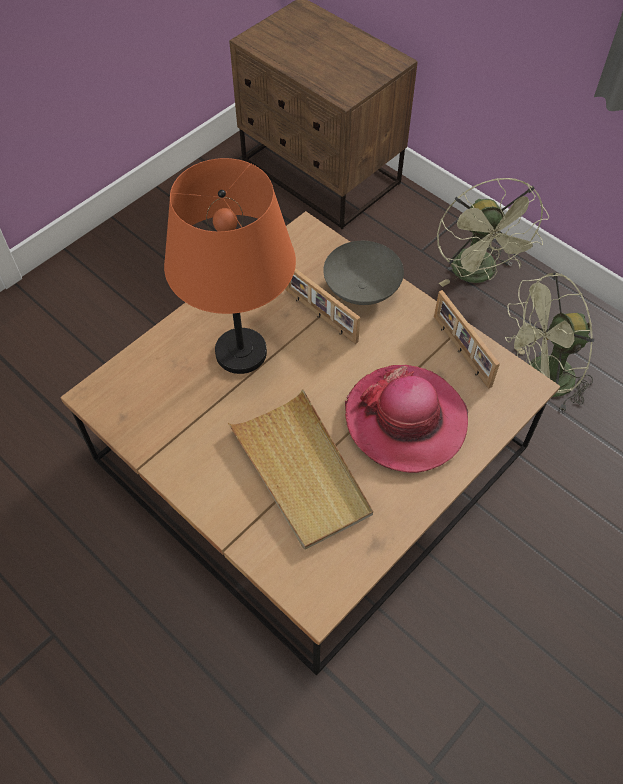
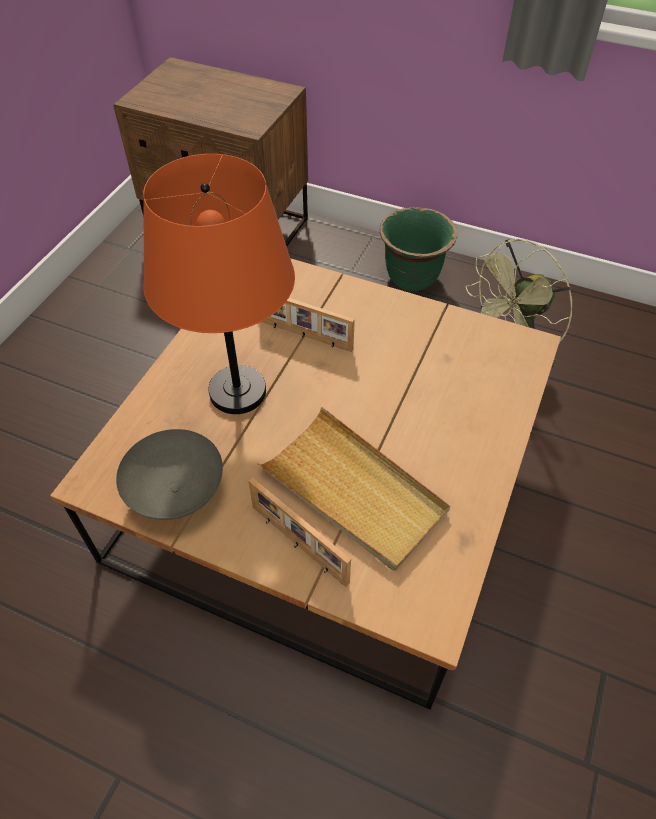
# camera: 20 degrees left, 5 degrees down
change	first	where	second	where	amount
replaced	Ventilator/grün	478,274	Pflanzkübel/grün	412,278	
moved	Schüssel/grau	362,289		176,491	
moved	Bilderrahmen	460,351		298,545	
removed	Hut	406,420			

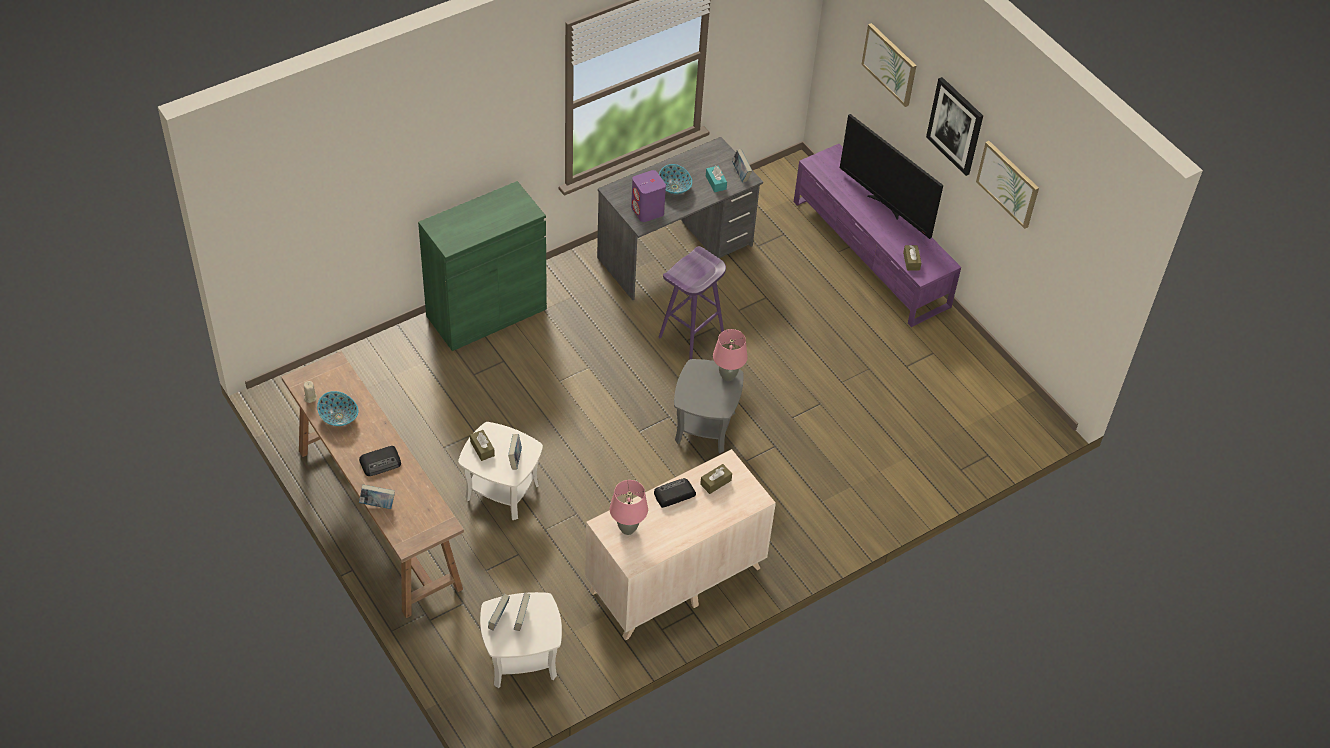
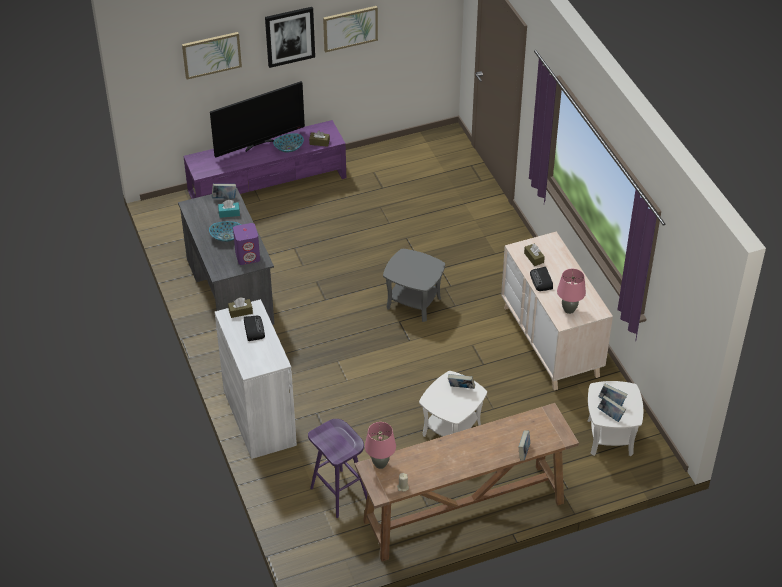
# camera: 75 degrees left, 5 degrees down
change	first	where	second	where	amount
recoloured	Schrank/grün	486,312	Schrank/weiß	259,418	
moved	Hocker/lila	691,335		340,493	
moved	Tischlampe/rosa	728,376		380,464	
moved	Schüssel	338,417		289,148	
moved	Taschentuchbox/braun	482,448		240,311	
moved	Radio	381,463		253,329	

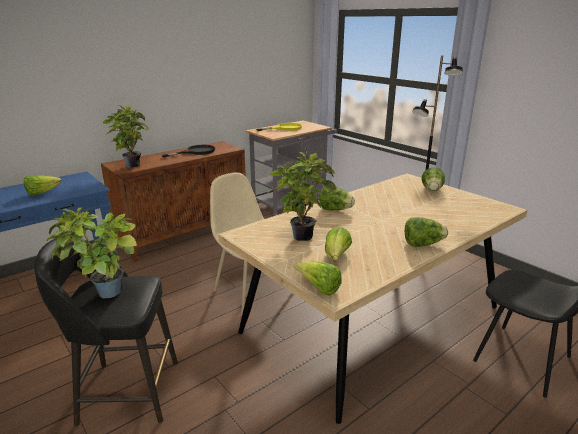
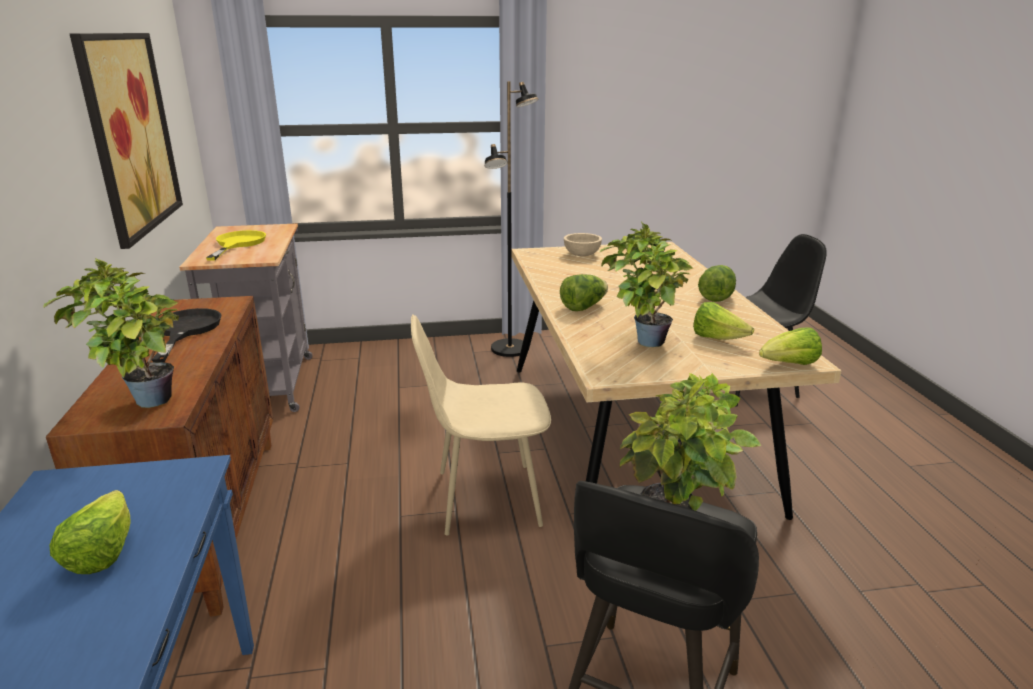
# camera: 60 degrees left, 0 degrees up
change	first	where	second	where	amount
replaced	Salatkopf	432,190	Schüssel/beige	581,254	
added			Bild	129,134	

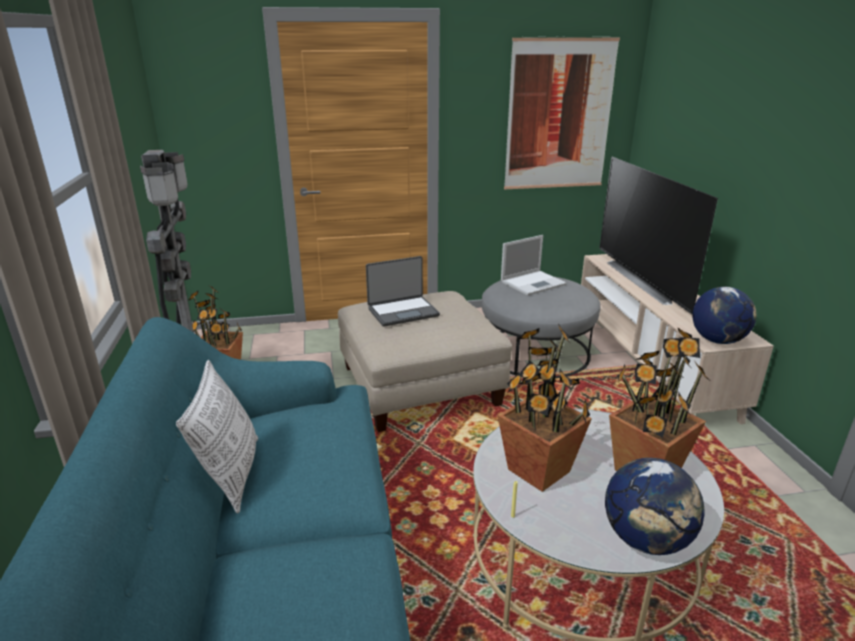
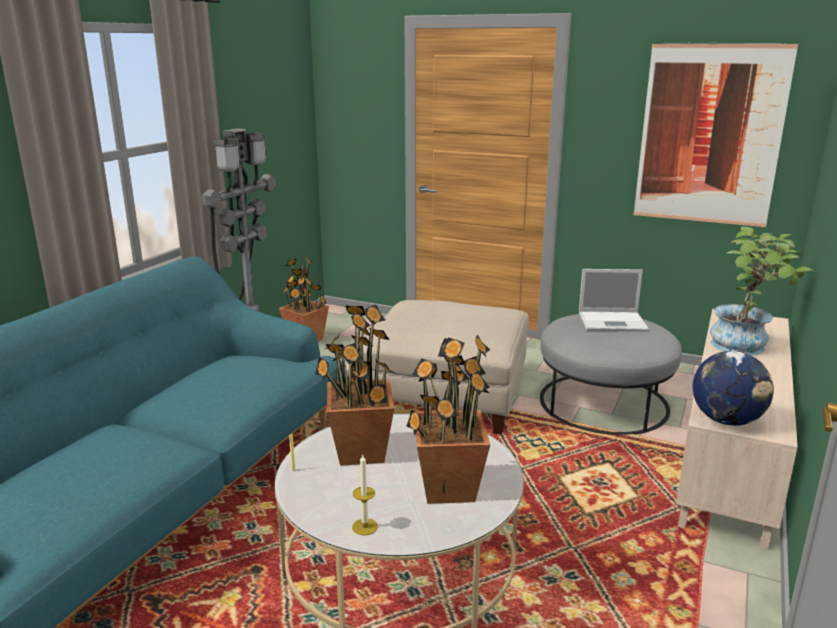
# camera: 35 degrees right, 5 degrees down
change	first	where	second	where	amount
replaced	Fernseher	646,280	Topfpflanze	746,347	
removed	Laptop	402,312			
removed	Kissen	231,474			
replaced	Globus	646,540	Kerze	365,527	

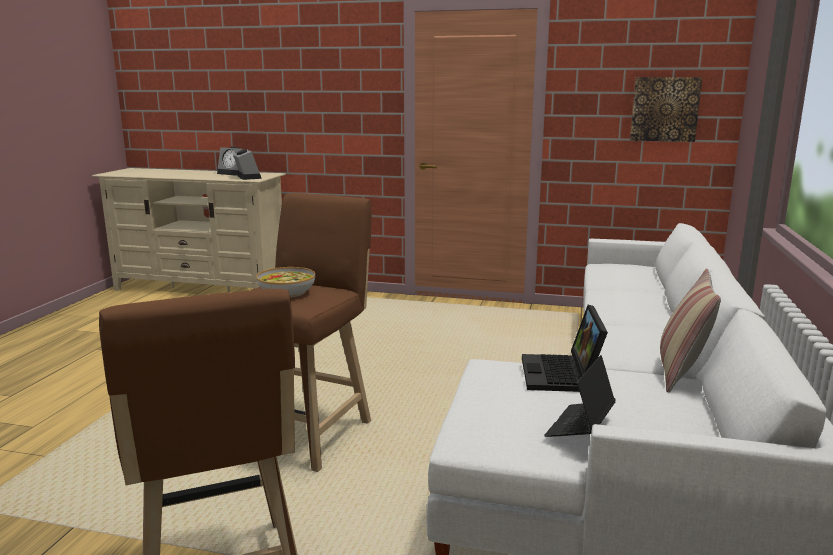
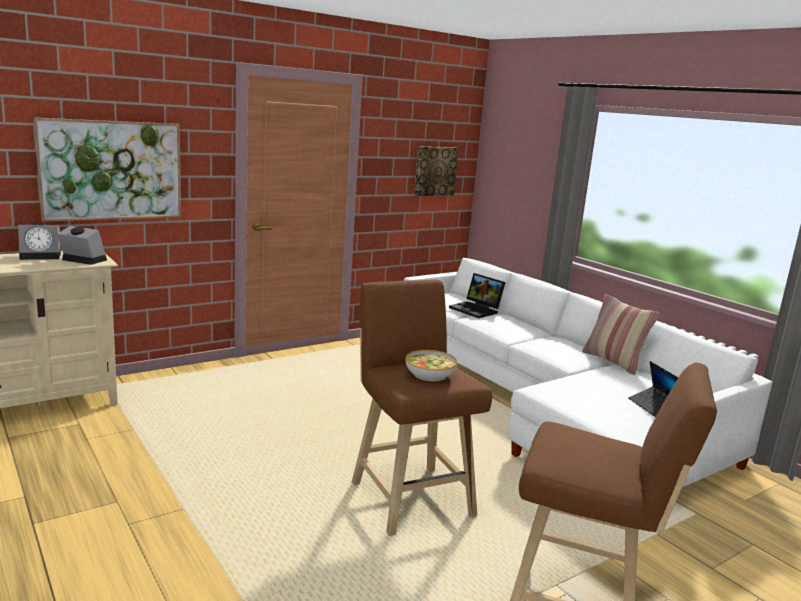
# camera: 50 degrees left, 0 degrees up
change	first	where	second	where	amount
moved	Laptop	562,375		477,310	
added			Bild	112,170	

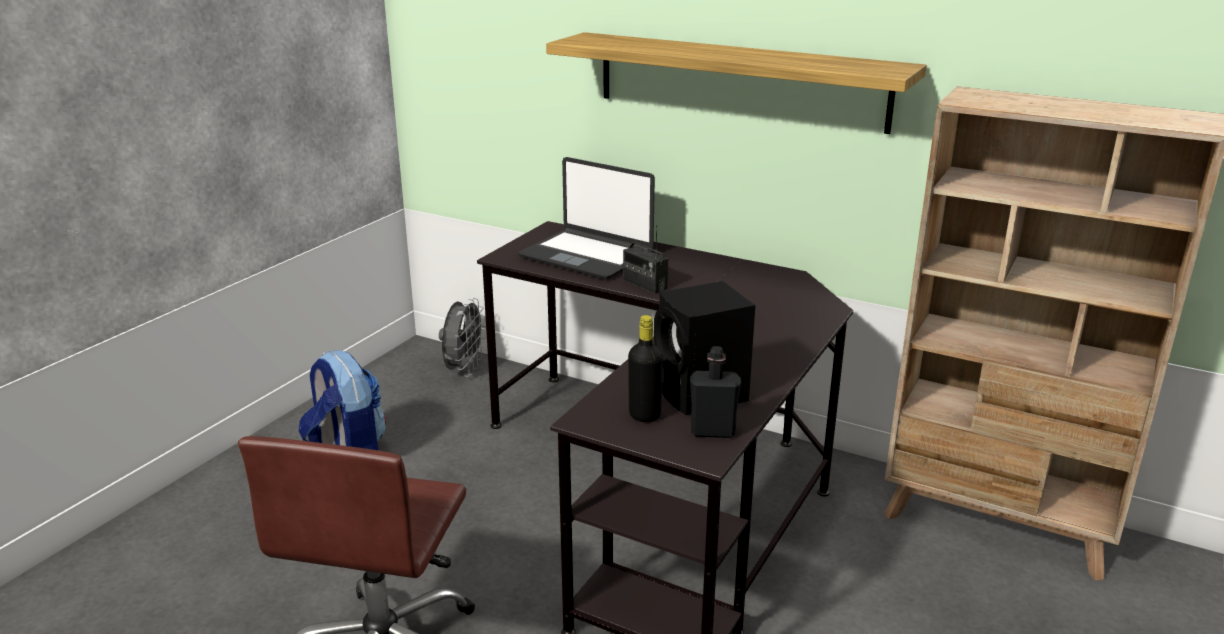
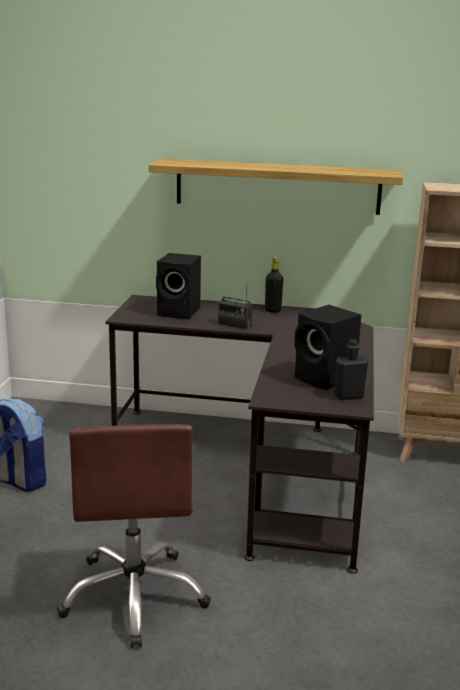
# camera: 20 degrees left, 5 degrees down
change	first	where	second	where	amount
replaced	Laptop	587,255	Lautsprecher/schwarz	180,312	
removed	Ventilator/grau	464,370			
moved	Flasche/schwarz	644,415		273,310	

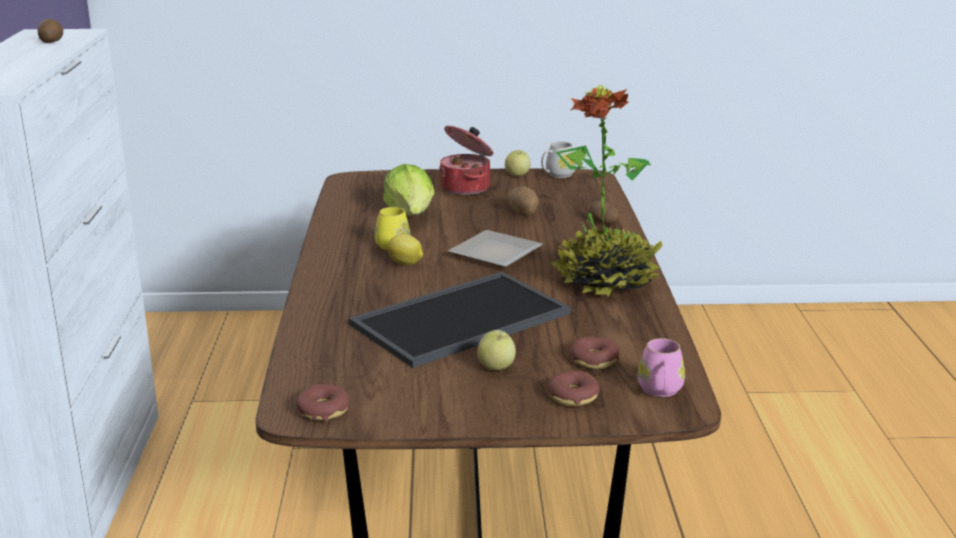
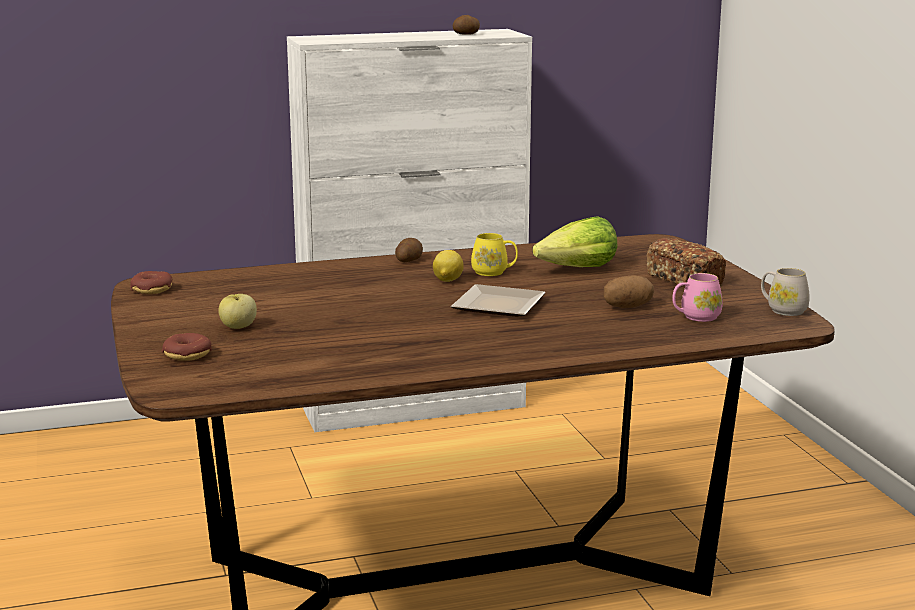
# camera: 75 degrees right, 5 degrees down
change	first	where	second	where	amount
removed	Topfpflanze	606,281			
replaced	Kochtopf	466,188	Brot	685,279	
removed	Apfel	518,175			
moved	Kartoffel	602,221		408,260	
removed	Tablett	461,320			
removed	Donut	594,360			
moved	Henkelbecher/rosa	661,391		695,317	

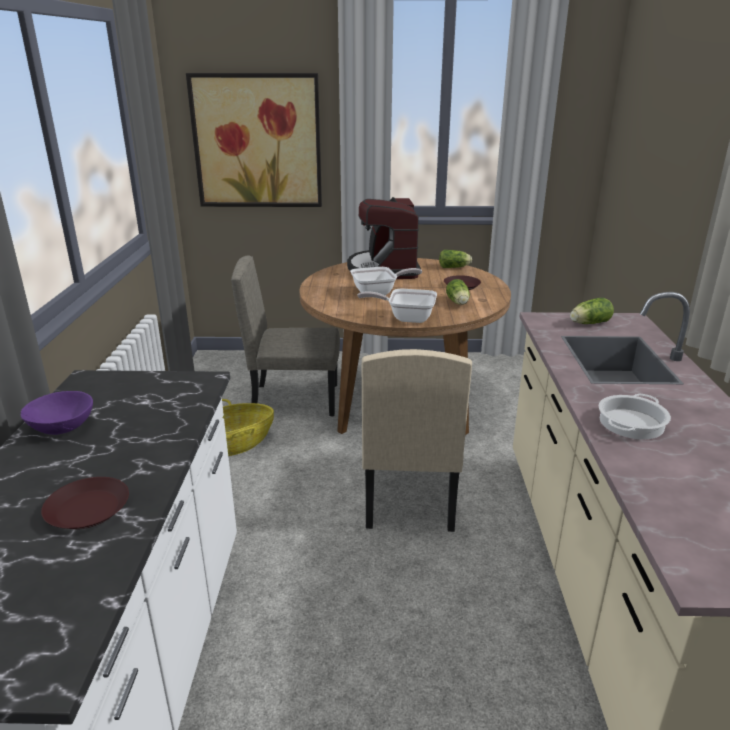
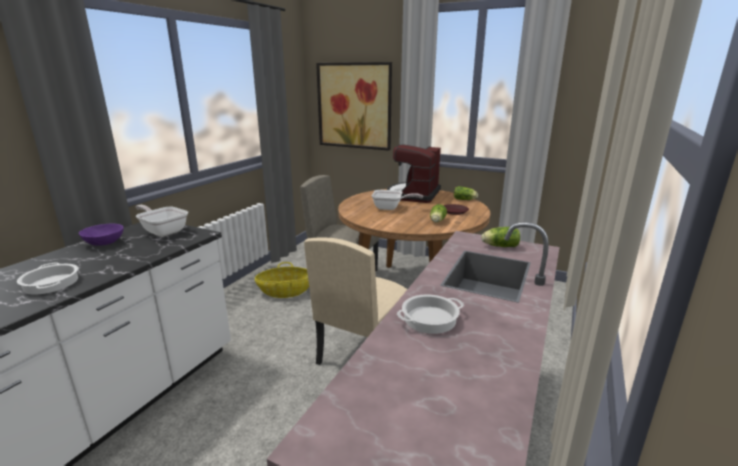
# camera: 25 degrees right, 5 degrees down
change	first	where	second	where	amount
moved	Pfanne	406,318		163,231	
replaced	Teller/braun	87,510	Kochtopf	50,283	

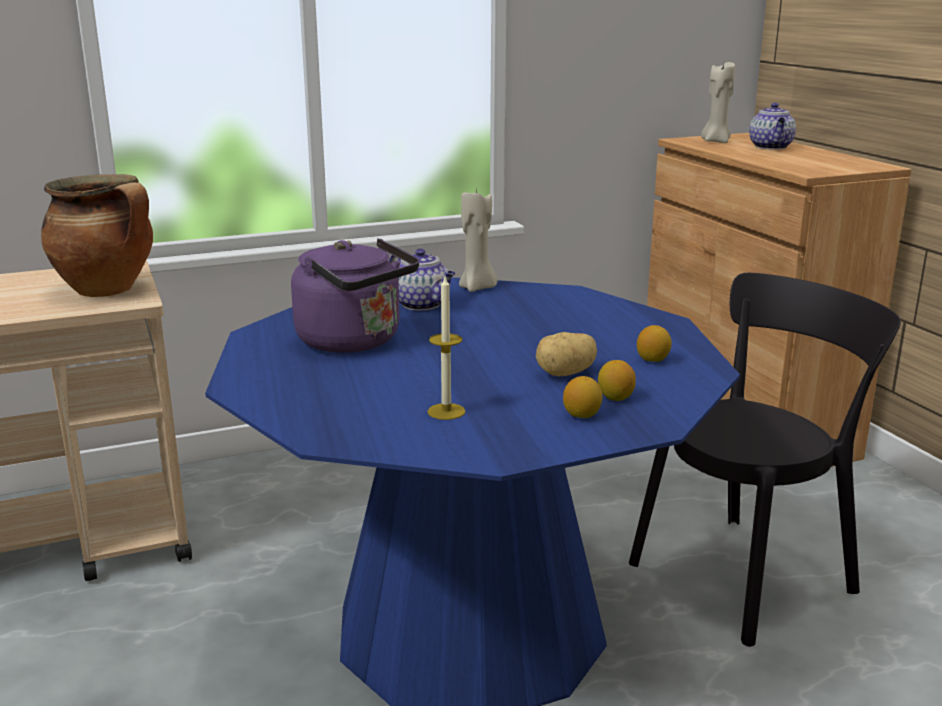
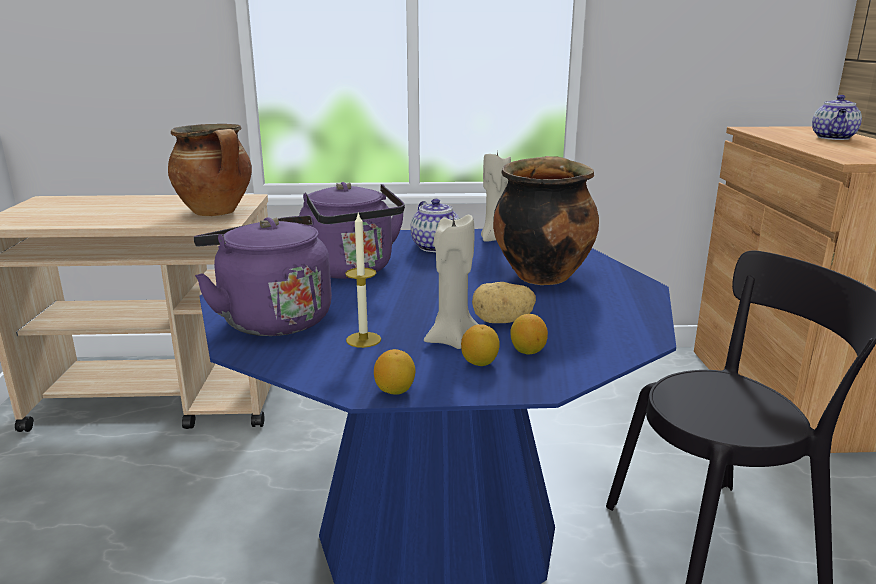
# camera: 20 degrees right, 0 degrees up
change	first	where	second	where	amount
moved	Kerze/beige	715,141		452,340	
moved	Zitrone	652,360		395,391	
added			Kochtopf	541,275	
added			Wasserkessel/lila	271,319	

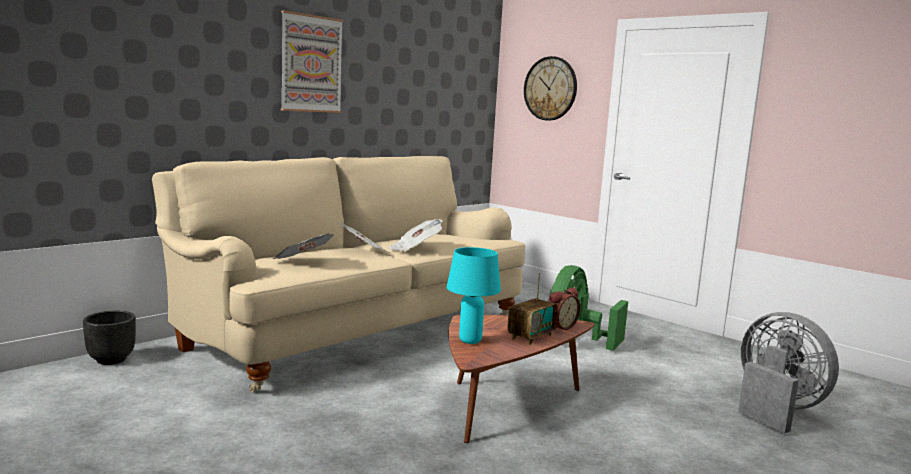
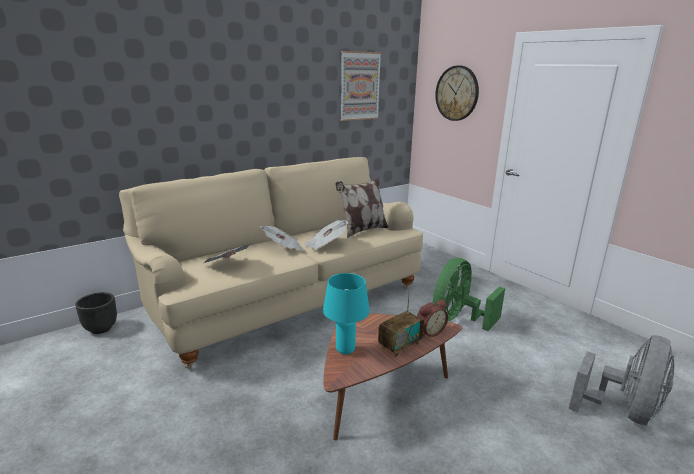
# camera: 10 degrees right, 10 degrees up
change	first	where	second	where	amount
moved	Bild	311,64		359,86	
turned	Ventilator/grau	775,409		623,411	60 degrees clockwise
added			Kissen	362,230	

